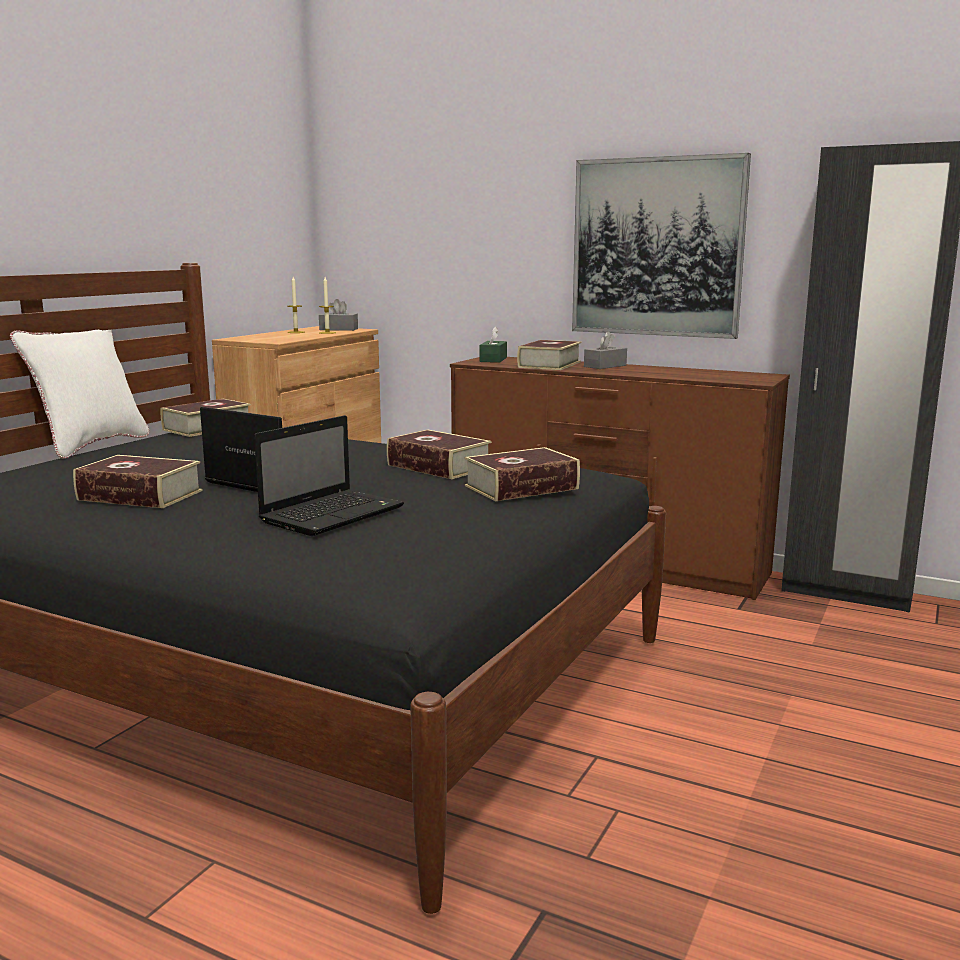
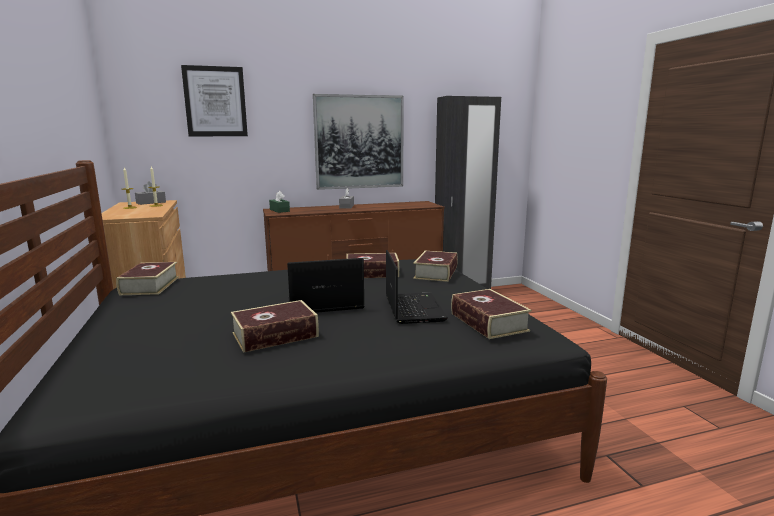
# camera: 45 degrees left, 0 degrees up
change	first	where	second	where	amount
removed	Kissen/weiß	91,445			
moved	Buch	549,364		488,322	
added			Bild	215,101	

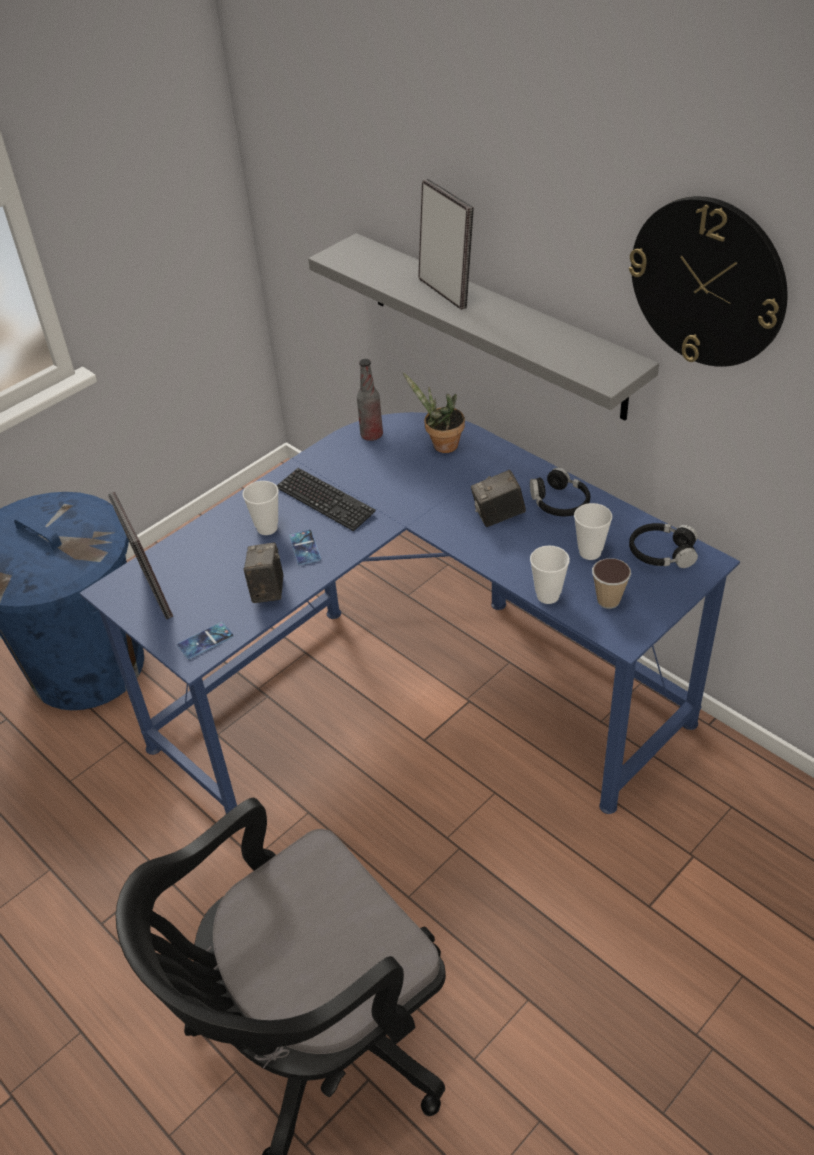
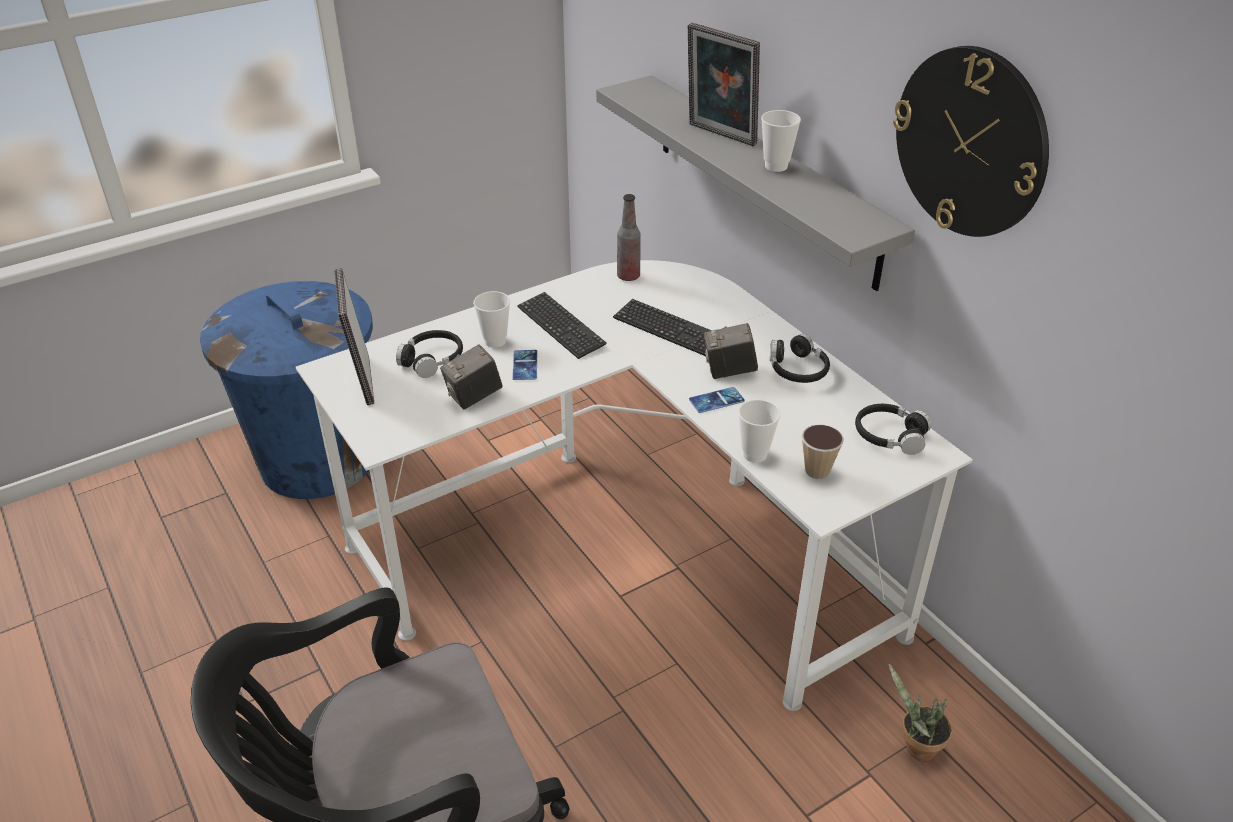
# camera: 10 degrees right, 5 degrees down
change	first	where	second	where	amount
turned	Bilderrahmen	446,291		719,135	150 degrees clockwise
moved	Topfpflanze	441,445		915,747	
recoloured	Schreibtisch/blau	417,688	Schreibtisch/weiß	629,545	
moved	Tasse	590,552		776,166	
turned	Kamera	267,590		474,397	135 degrees counterclockwise
moved	Handy	205,641		716,400	
added			Tastatur	667,329	
added			Kopfhörer/schwarz	432,360	

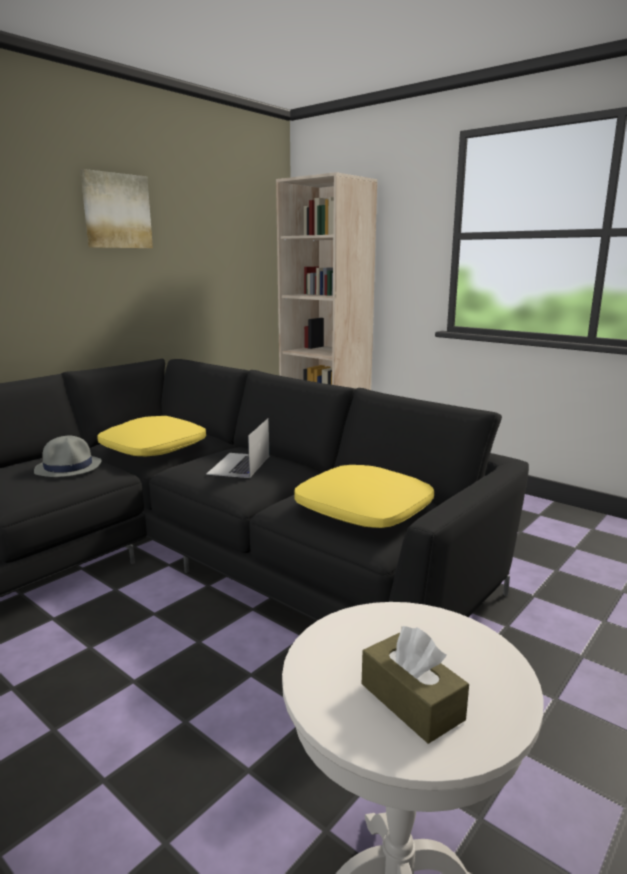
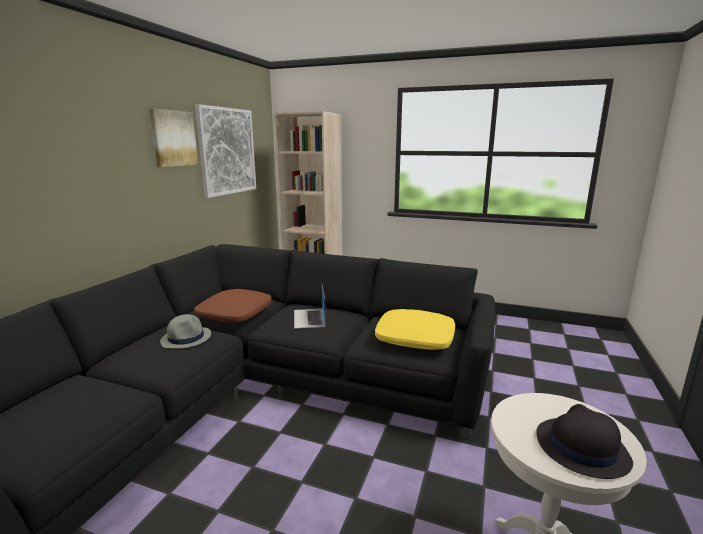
# camera: 20 degrees left, 0 degrees up
change	first	where	second	where	amount
recoloured	Kissen/gelb	153,448	Kissen/braun	235,313	
replaced	Taschentuchbox/braun	411,701	Hut/schwarz	581,447	
added			Bild	227,151	

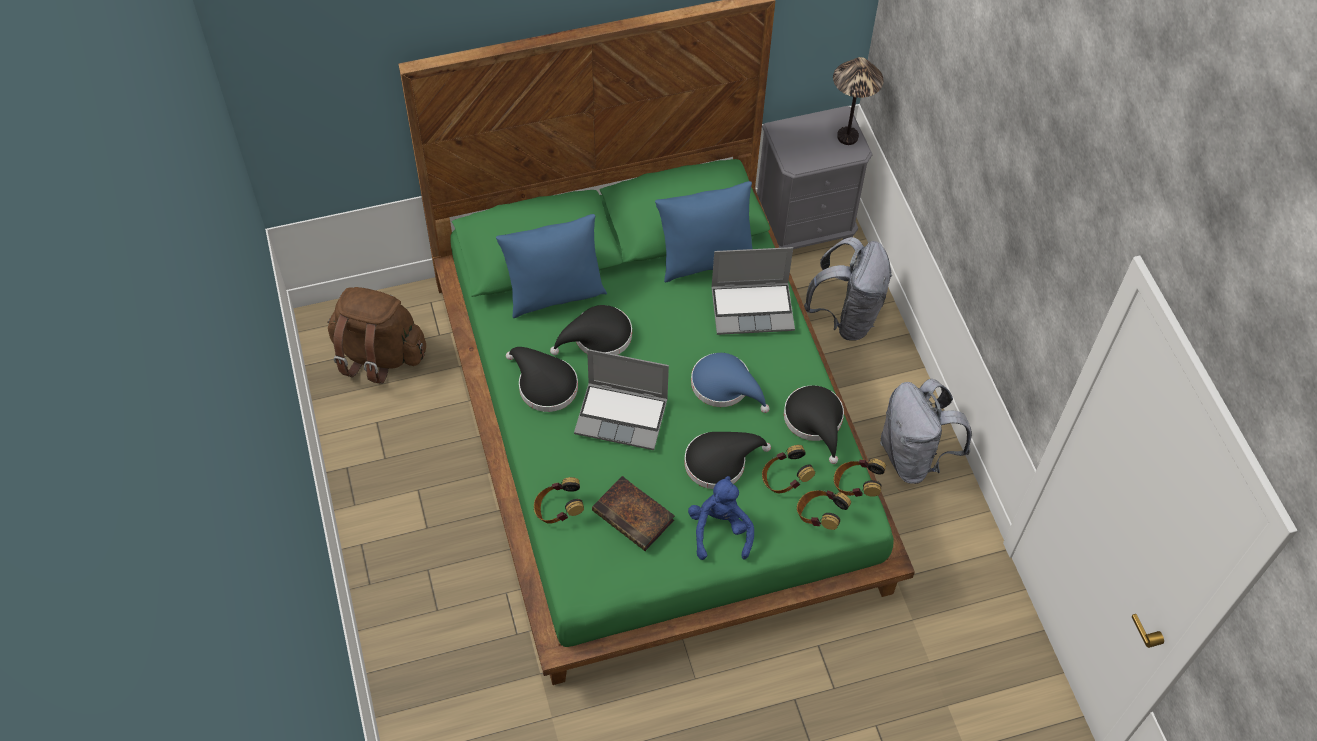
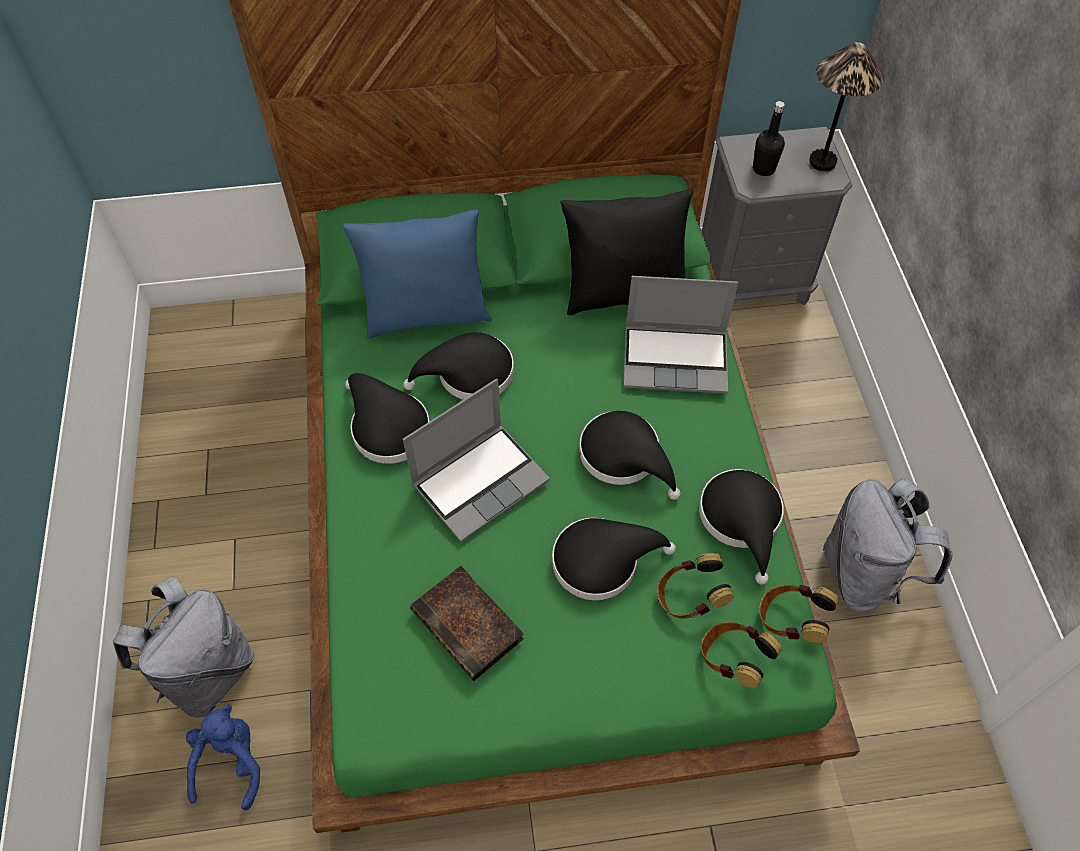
# camera: 10 degrees right, 0 degrees up
change	first	where	second	where	amount
recoloured	Kissen/blau	705,260	Kissen/schwarz	623,293	
moved	Rucksack/grau	846,316		206,672	
removed	Rucksack/braun	378,354			
turned	Laptop	622,416		480,481	60 degrees counterclockwise
recoloured	Hut/blau	725,386	Hut/schwarz	624,457	
moved	Plüschtier/blau	720,530		231,762	
removed	Kopfhörer	558,510			
added			Flasche/schwarz	763,169	

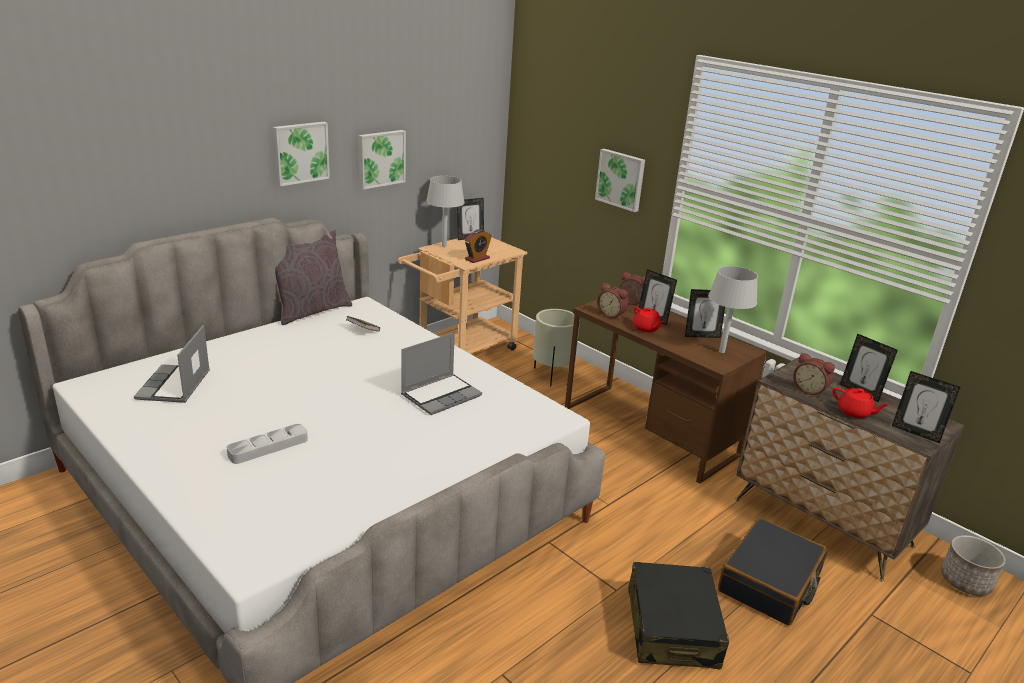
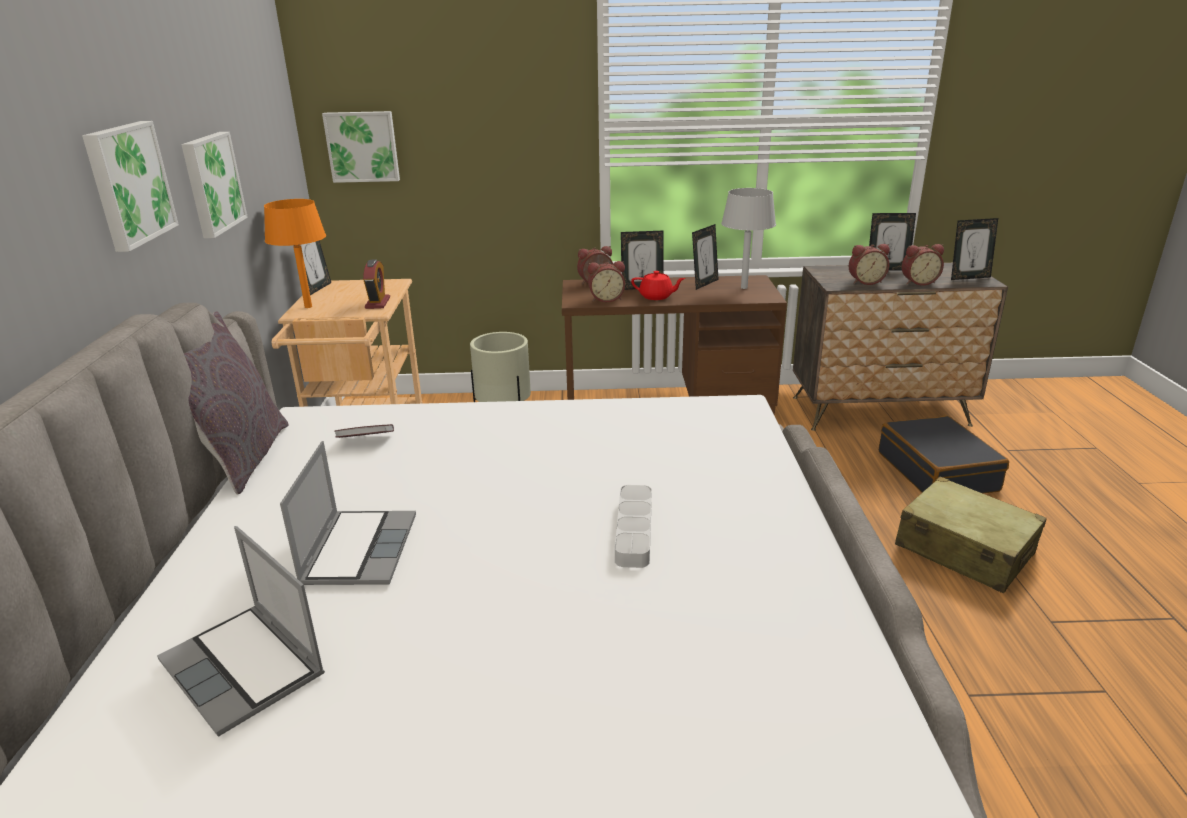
# camera: 45 degrees left, 0 degrees up
change	first	where	second	where	amount
moved	Bild	621,179		362,146	
recoloured	Tischlampe/grau	444,246	Tischlampe/orange	308,307	
moved	Laptop	441,395		358,549	
replaced	Teekanne/rot	854,412	Wecker	918,282	
moved	Tablett/grau	268,447		634,530	
removed	Pflanzkübel	966,581			
recoloured	Koffer/schwarz	672,628	Koffer/beige	964,550	

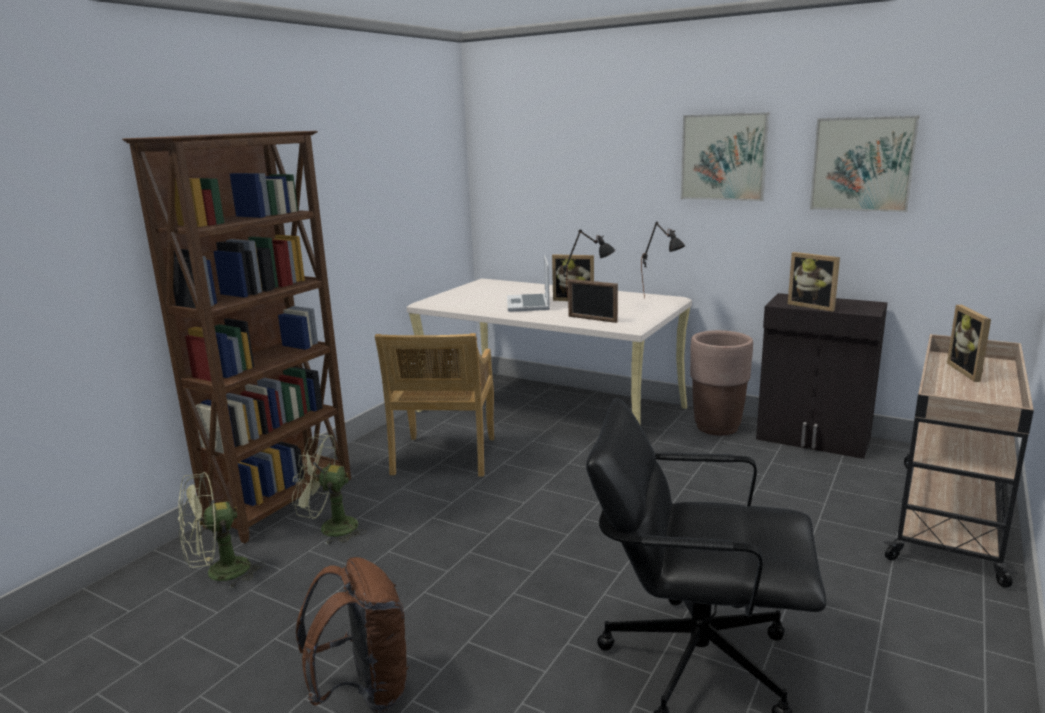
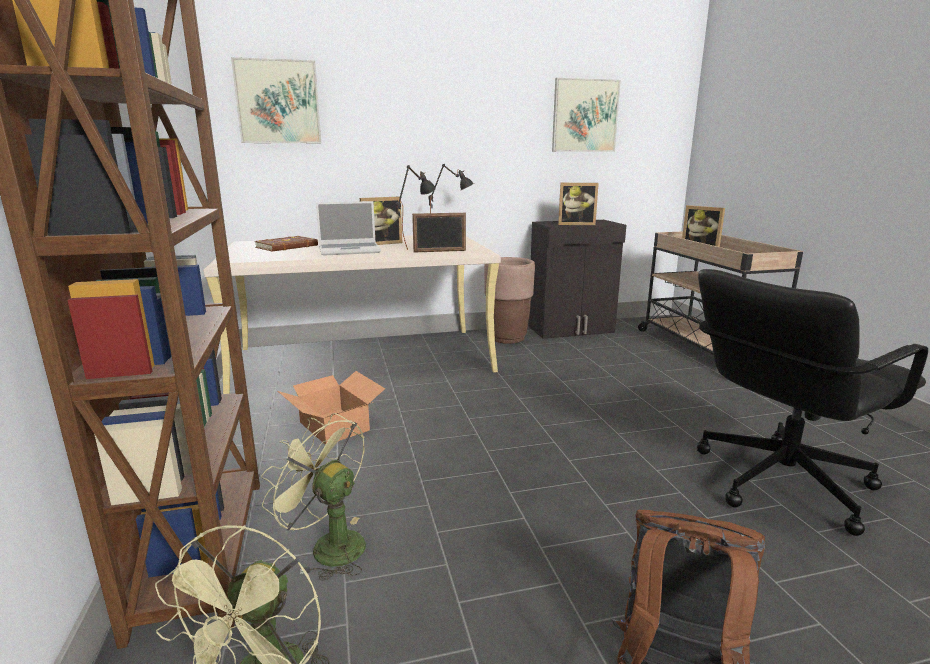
# camera: 45 degrees left, 0 degrees up
change	first	where	second	where	amount
moved	Bild	723,157		278,102	
turned	Laptop	529,304		350,250	60 degrees counterclockwise
replaced	Stuhl/beige	444,457	Karton	334,427	
turned	Ventilator/grün	330,528		328,545	75 degrees clockwise
added			Buch/braun	287,247	

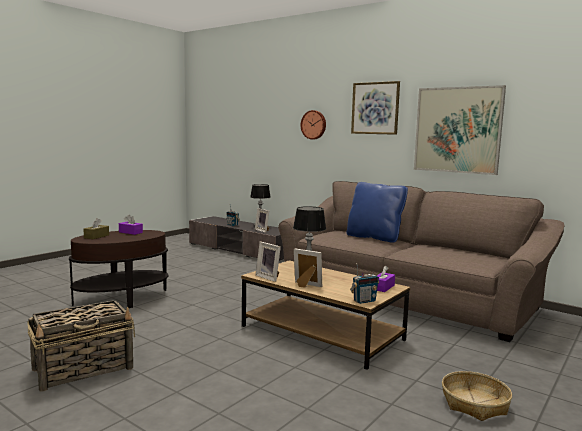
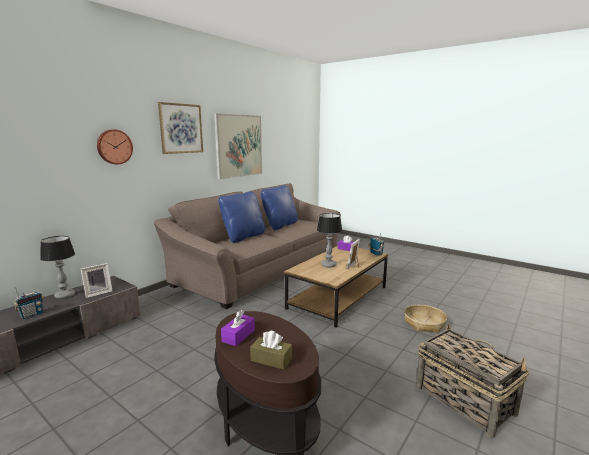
# camera: 90 degrees left, 5 degrees up
change	first	where	second	where	amount
removed	Bilderrahmen	269,277			
moved	Korb	474,403		424,324	
added			Kissen/blau	280,225	

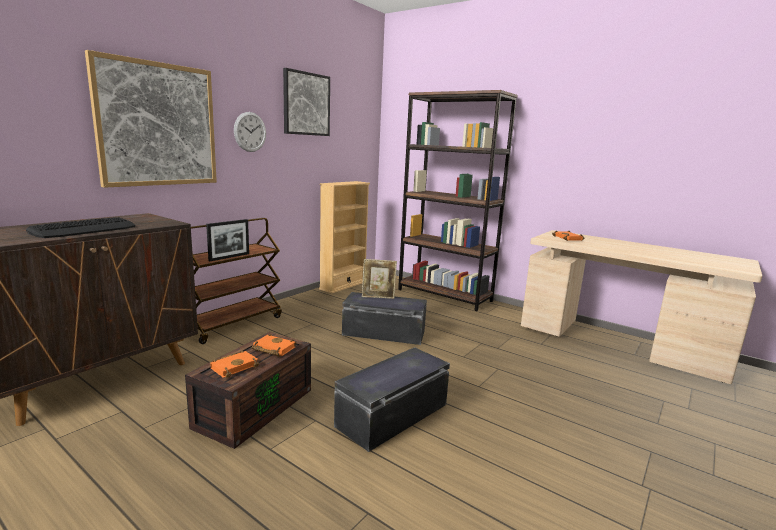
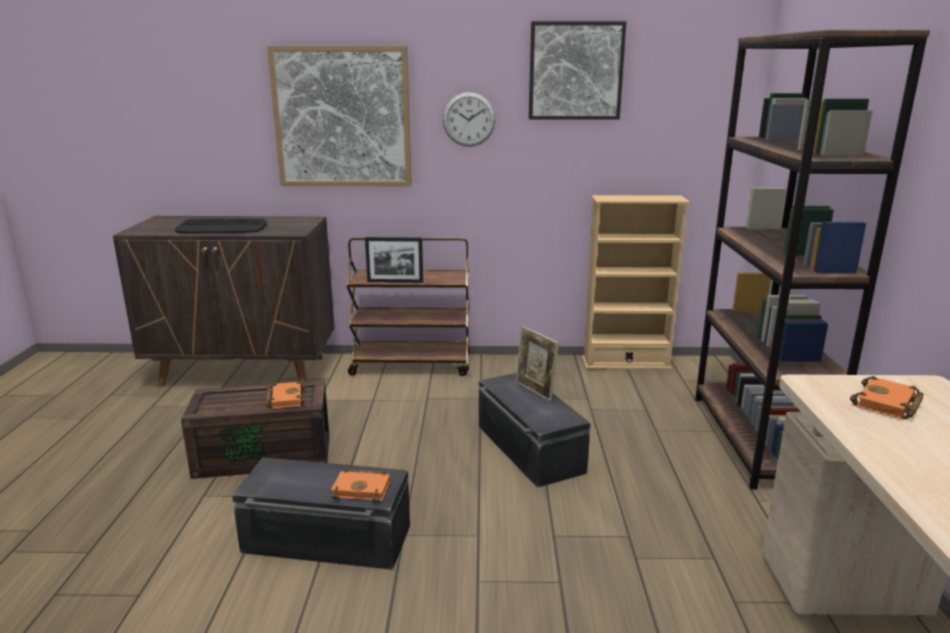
# camera: 55 degrees right, 5 degrees up
change	first	where	second	where	amount
moved	Buch/orange	234,366		363,489	

